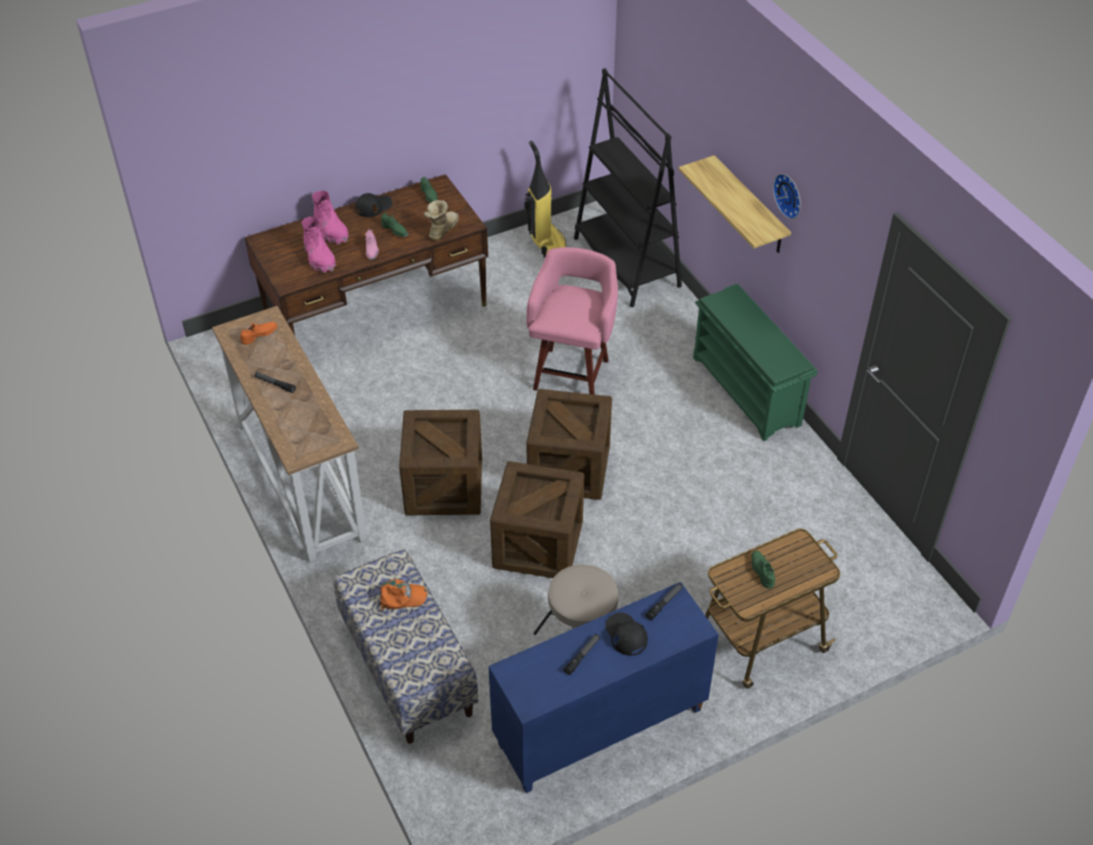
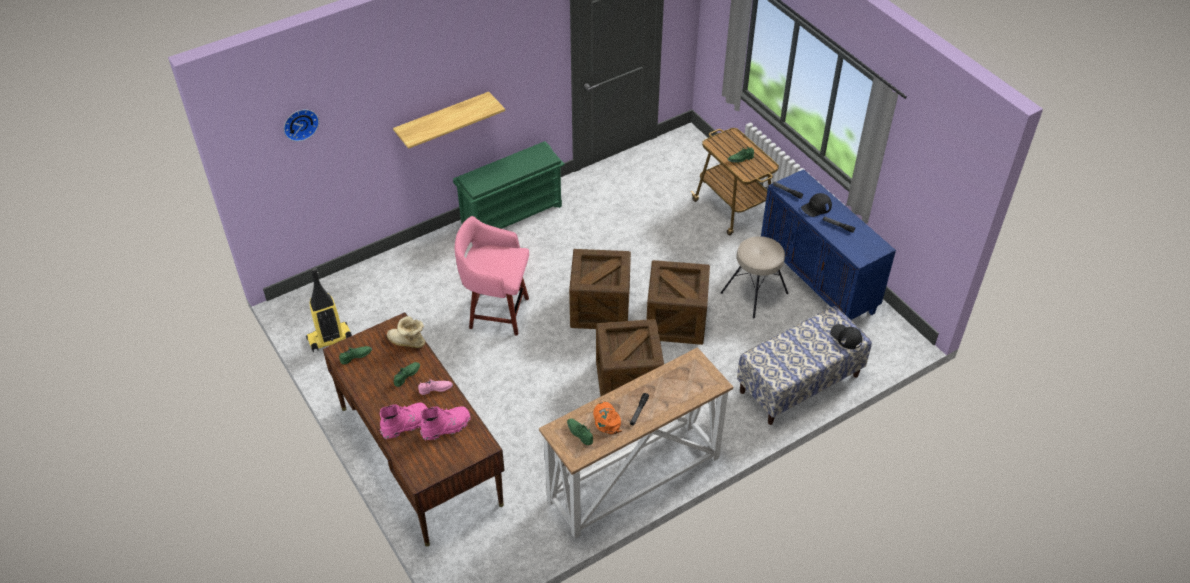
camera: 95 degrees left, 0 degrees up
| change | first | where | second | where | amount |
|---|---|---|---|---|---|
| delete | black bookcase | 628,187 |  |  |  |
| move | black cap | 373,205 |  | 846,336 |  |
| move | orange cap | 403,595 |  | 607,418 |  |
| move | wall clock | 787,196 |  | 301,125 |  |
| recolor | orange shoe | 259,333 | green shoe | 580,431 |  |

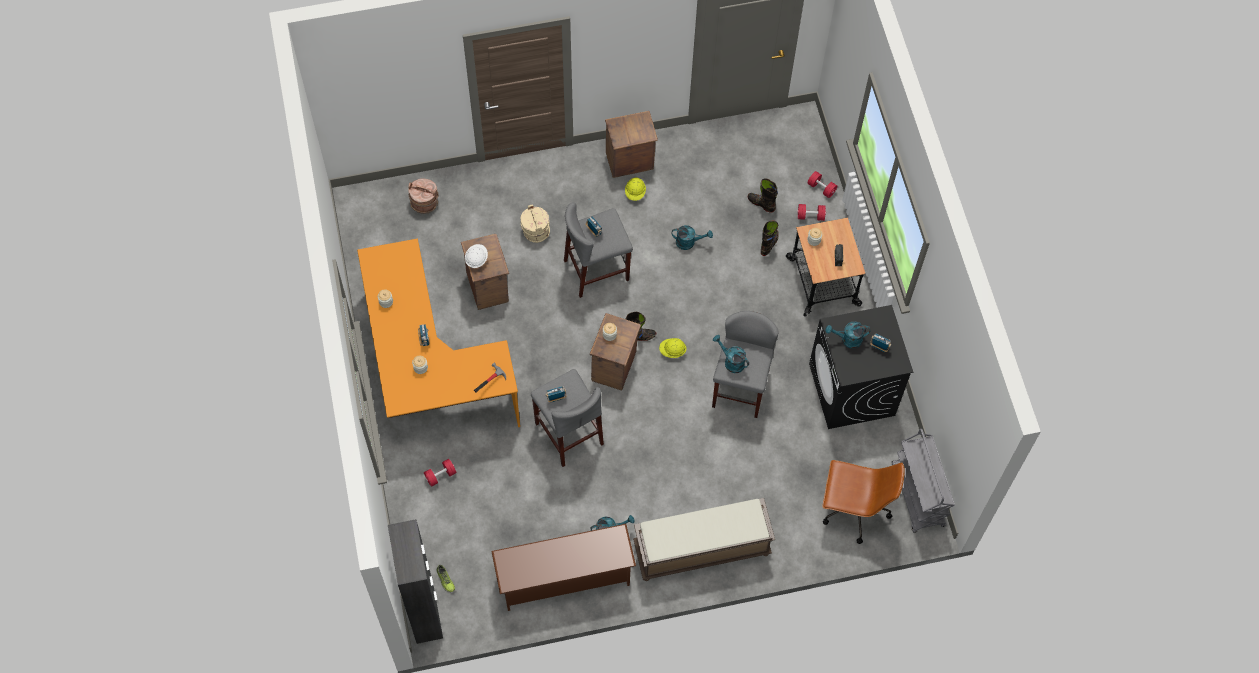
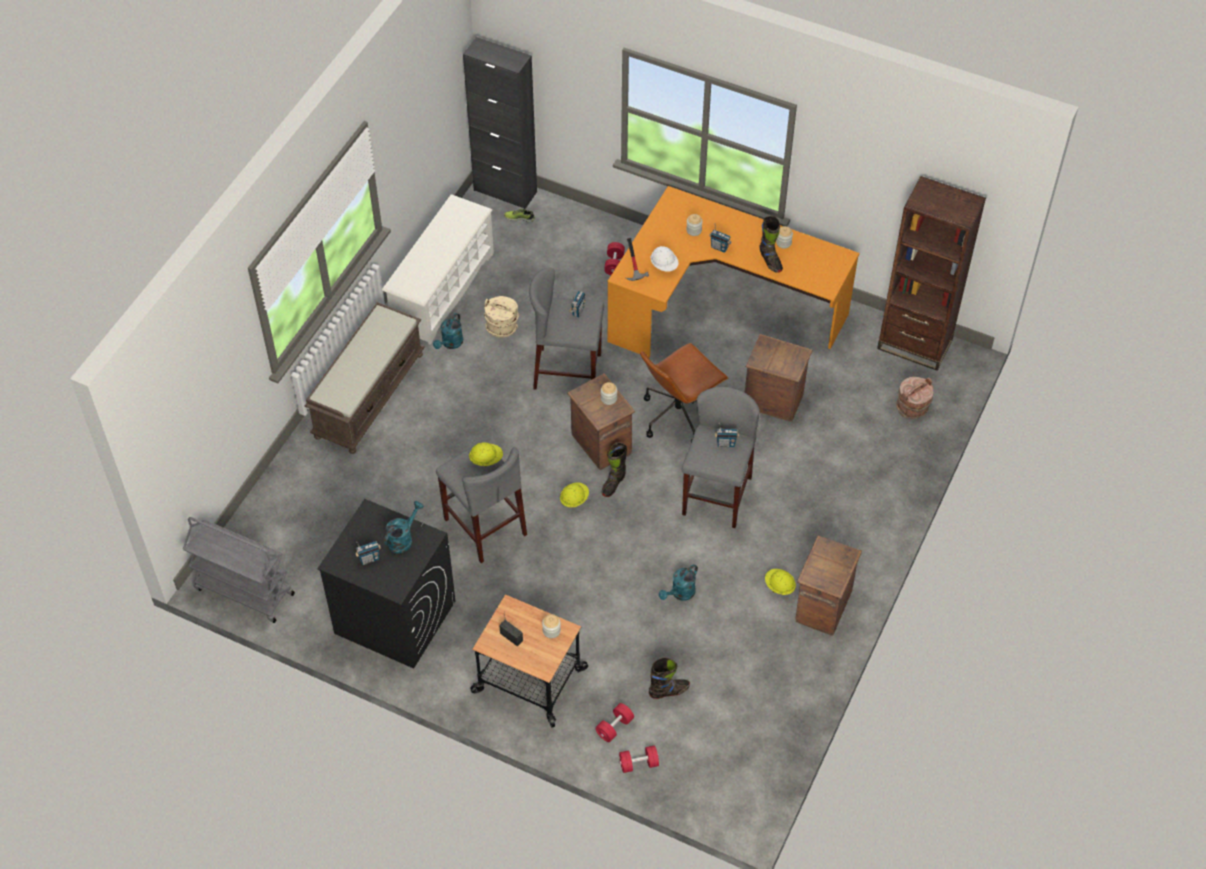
camera: 130 degrees right, 10 degrees down
| change | first | where | second | where | amount |
|---|---|---|---|---|---|
| insert |  |  | brown bookcase | 931,273 |  |
| move | white hard hat | 476,256 |  | 665,259 |  |
| move | beige bucket | 535,224 |  | 501,317 |  |
| move | black boot | 770,238 |  | 771,244 |  |
| move | brown office chair | 863,502 |  | 684,392 |  |
| replace | turquoise watering can | 731,354 | yellow hard hat | 486,454 |  |
| recolor | brown shoe rack | 563,567 | white shoe rack | 438,269 |  |

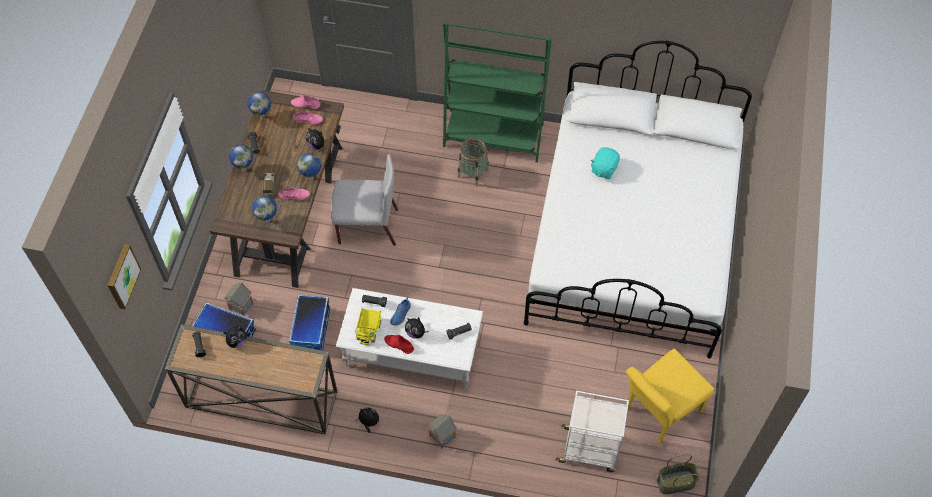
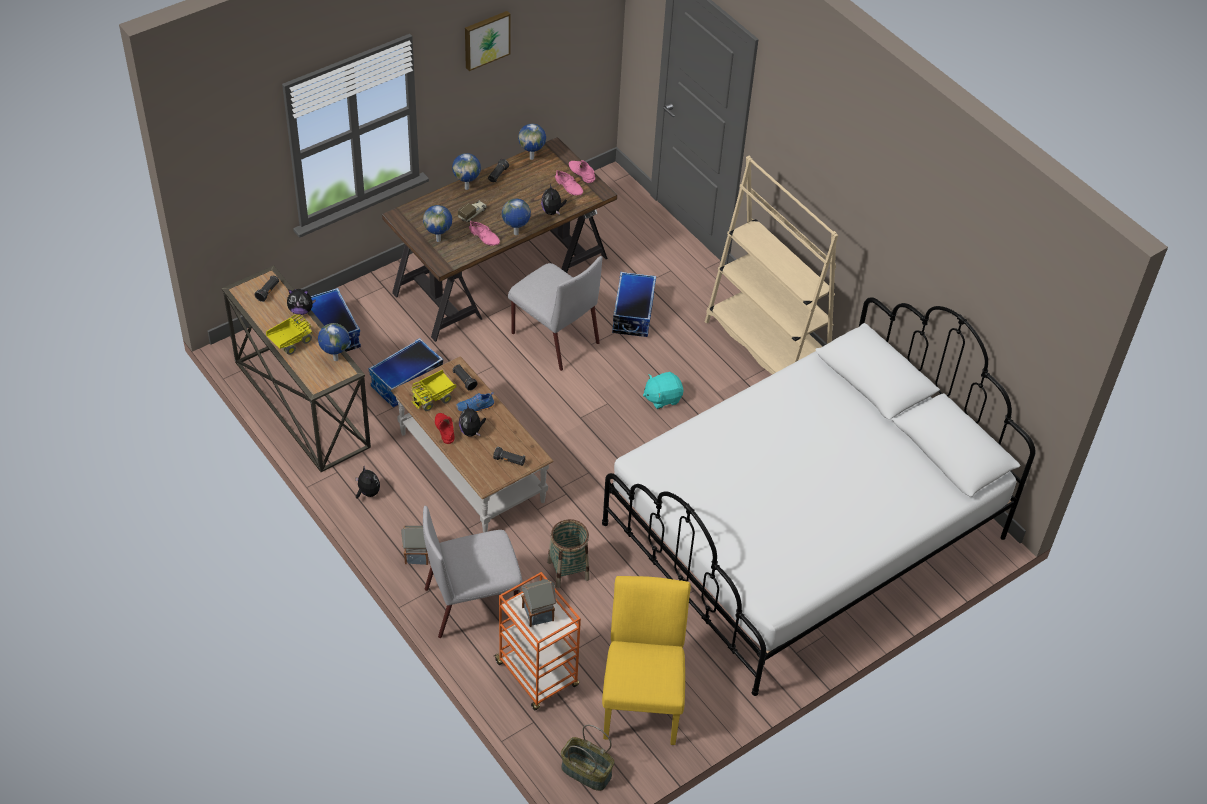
camera: 40 degrees right, 10 degrees down
| change | first | where | second | where | amount |
|---|---|---|---|---|---|
| insert |  |  | toy truck | 289,334 |  |
| insert |  |  | globe | 334,342 |  |
| insert |  |  | grey chair | 472,572 |  |
| insert |  |  | storage box | 634,304 |  |
| move | picture | 124,276 |  | 488,41 |  |
| move | toy house | 239,299 |  | 539,603 |  |
| move | basket | 473,162 |  | 568,553 |  |
| move | turquoise plush toy | 605,163 |  | 663,390 |  |
| recolor | white coffee table | 409,338 | brown coffee table | 472,444 |  |
| recolor | green bookcase | 497,92 | beige bookcase | 771,265 |  |
| recolor | white cart | 592,431 | orange cart | 537,641 |  |
| rotate | yellow chair | 670,397 |  | 646,660 | 90 degrees clockwise |

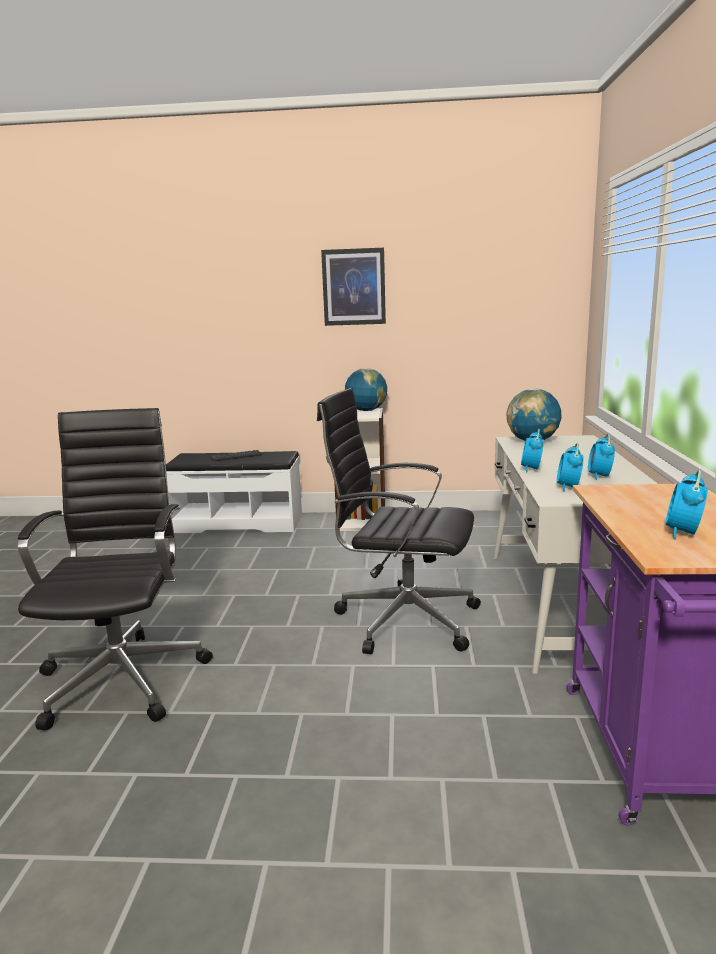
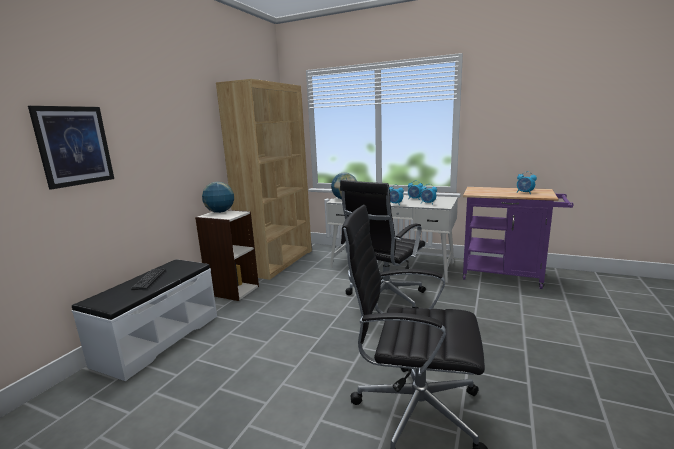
camera: 70 degrees left, 0 degrees up
| change | first | where | second | where | amount |
|---|---|---|---|---|---|
| insert |  |  | brown bookcase | 264,179 |  |
| move | picture | 353,287 |  | 71,148 |  |

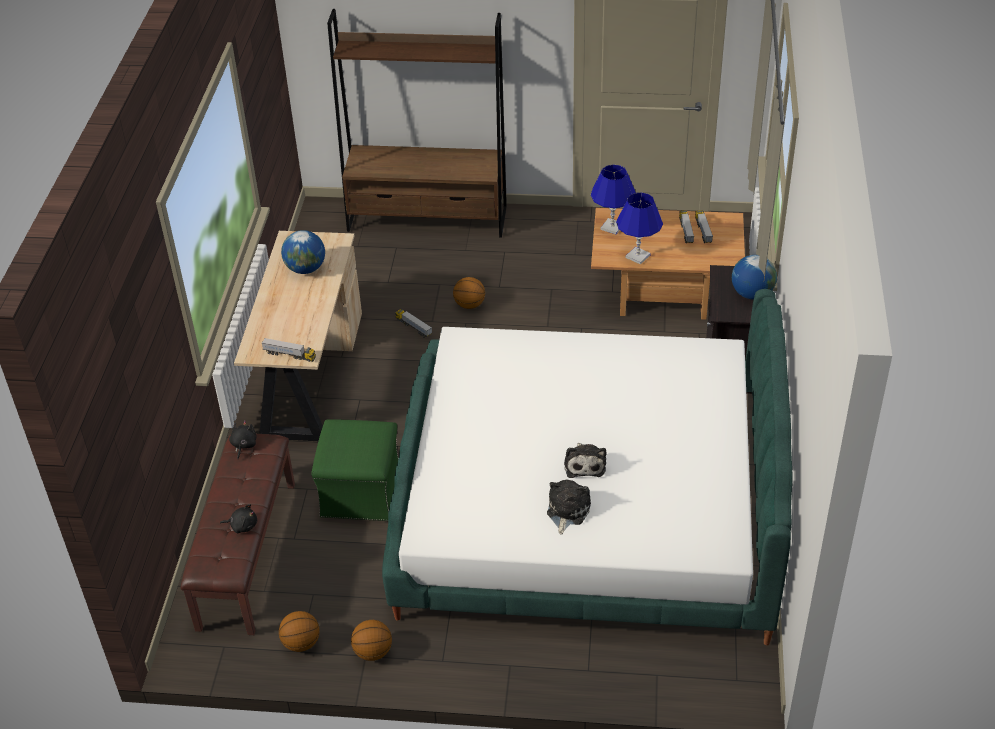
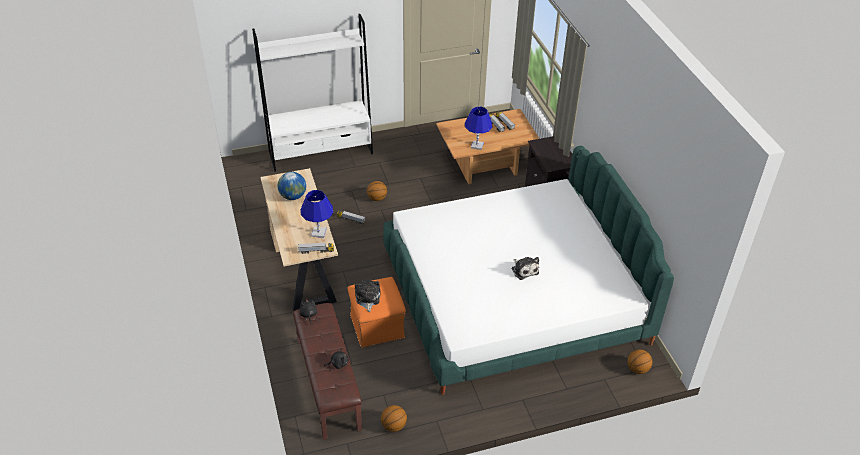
camera: 25 degrees left, 0 degrees up
| change | first | where | second | where | amount |
|---|---|---|---|---|---|
| delete | globe | 754,277 |  |  |  |
| move | basketball | 371,640 |  | 639,361 |  |
| move | plush toy | 569,507 |  | 367,296 |  |
| move | blue table lamp | 613,200 |  | 317,214 |  |
| recolor | green ottoman | 355,470 | orange ottoman | 376,312 |  |
| recolor | brown bookcase | 417,123 | white bookcase | 312,93 |  |

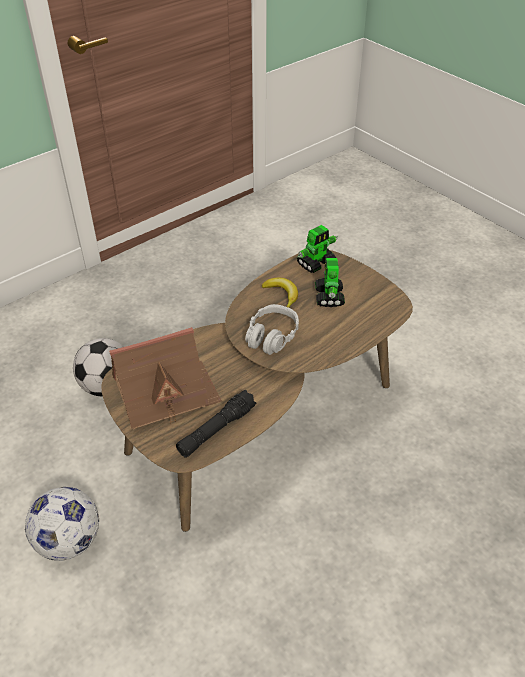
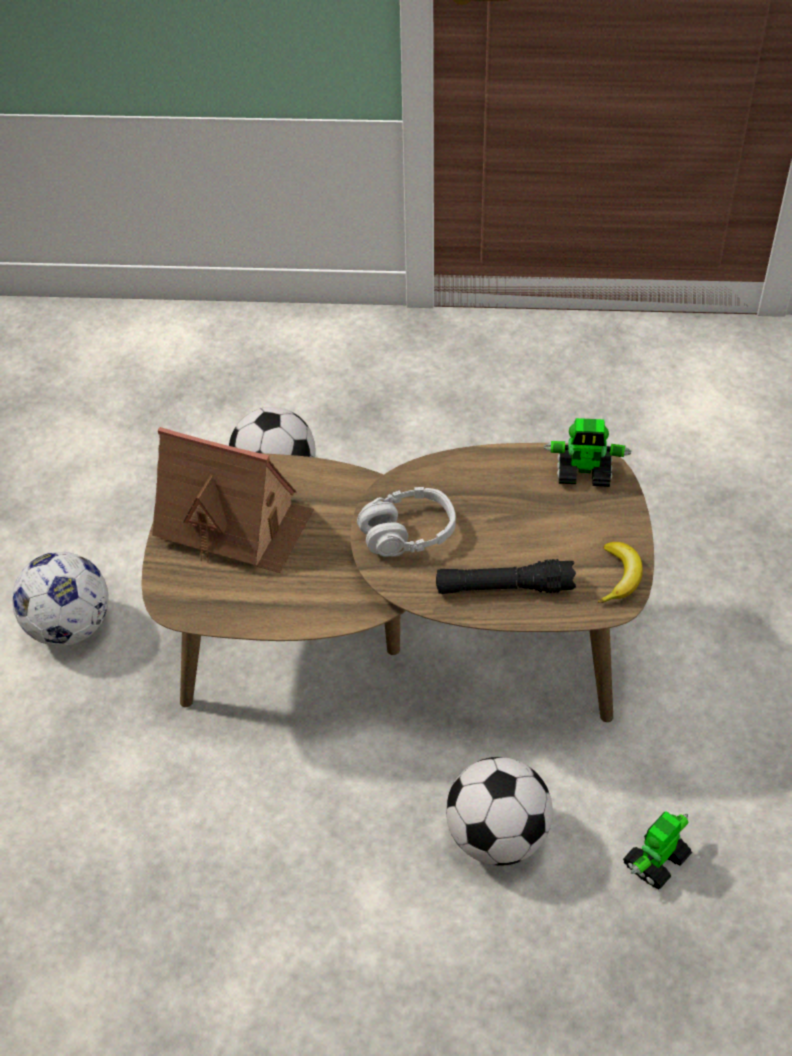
camera: 45 degrees right, 5 degrees up
| change | first | where | second | where | amount |
|---|---|---|---|---|---|
| insert |  |  | football | 499,811 |  |
| move | black flashlight | 216,424 |  | 506,576 |  |
| move | banana | 280,293 |  | 620,572 |  |
| move | toy robot | 330,282 |  | 657,850 |  |

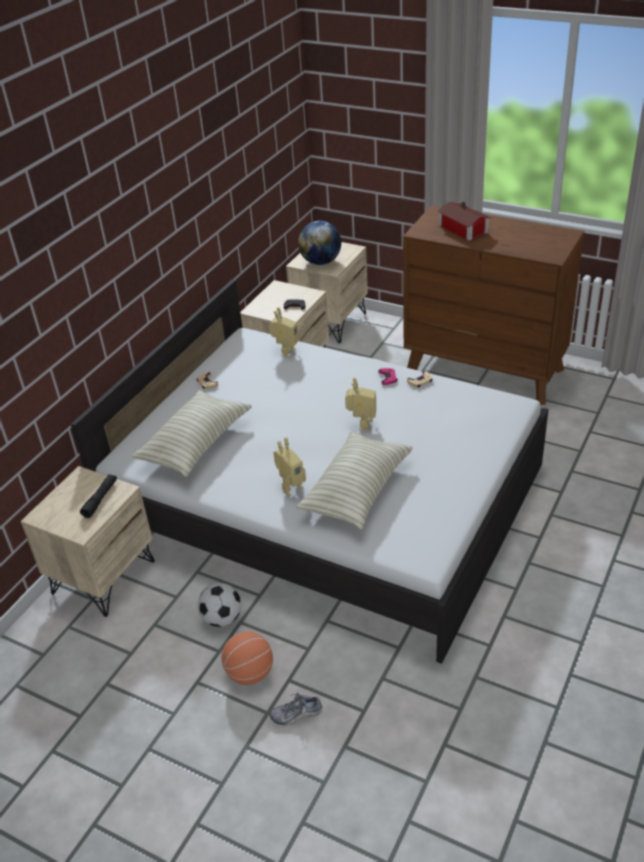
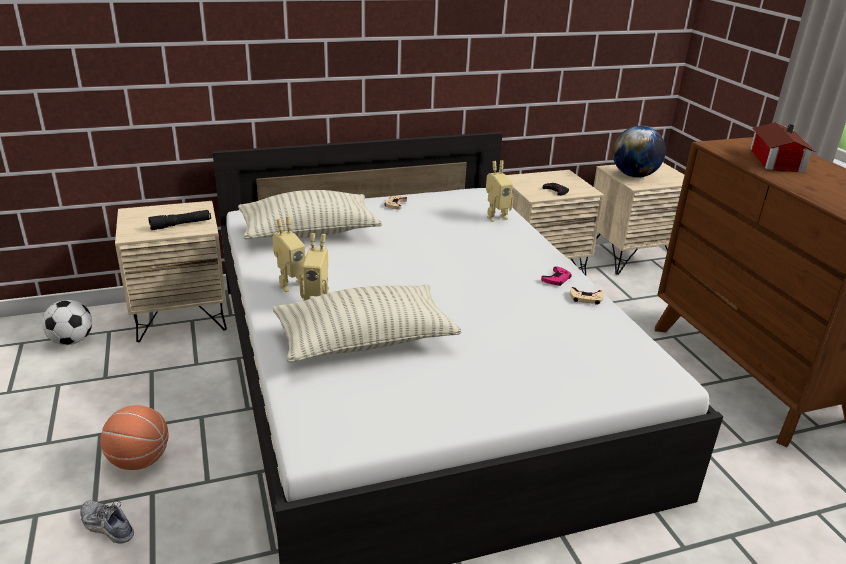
camera: 40 degrees right, 10 degrees down
| change | first | where | second | where | amount |
|---|---|---|---|---|---|
| move | football | 219,605 |  | 67,322 |  |
| move | toy robot | 360,403 |  | 289,254 |  |

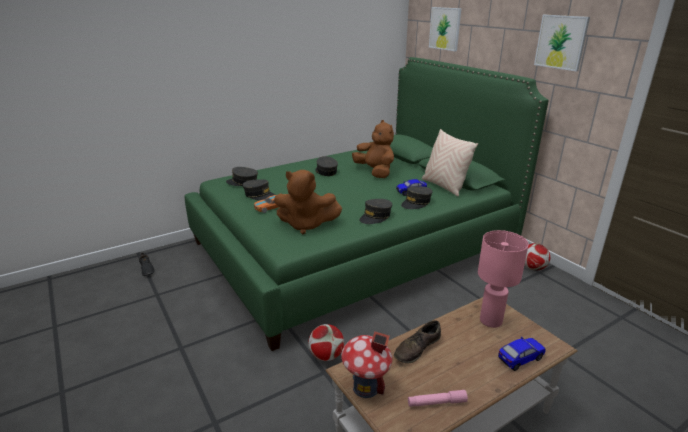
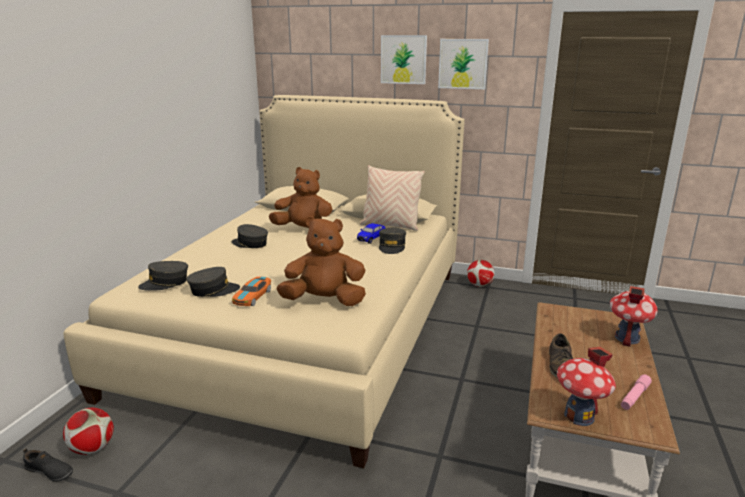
camera: 40 degrees left, 5 degrees down
| change | first | where | second | where | amount |
|---|---|---|---|---|---|
| delete | grey cap | 375,211 |  |  |  |
| delete | pink table lamp | 503,279 |  |  |  |
| move | football | 326,342 |  | 88,431 |  |
| move | picture | 445,29 |  | 404,59 |  |
| replace | toy car | 522,354 | toy house | 634,316 |  |
| recolor | green bed | 366,204 | beige bed | 264,281 |  |
| rotate | brown plush toy | 308,202 |  | 321,261 | 150 degrees counterclockwise |

